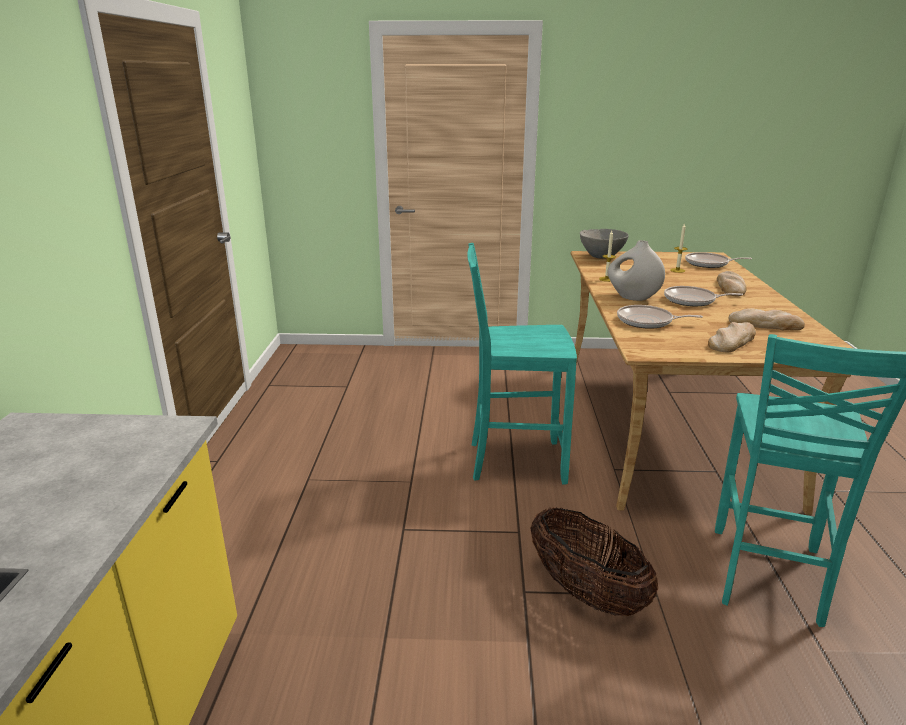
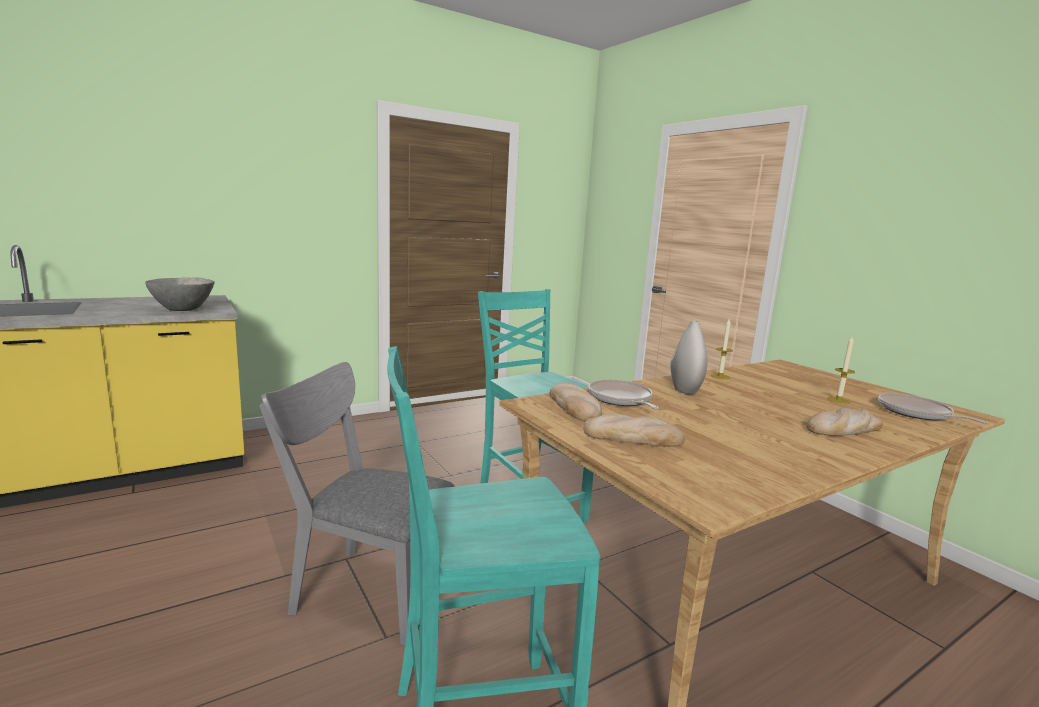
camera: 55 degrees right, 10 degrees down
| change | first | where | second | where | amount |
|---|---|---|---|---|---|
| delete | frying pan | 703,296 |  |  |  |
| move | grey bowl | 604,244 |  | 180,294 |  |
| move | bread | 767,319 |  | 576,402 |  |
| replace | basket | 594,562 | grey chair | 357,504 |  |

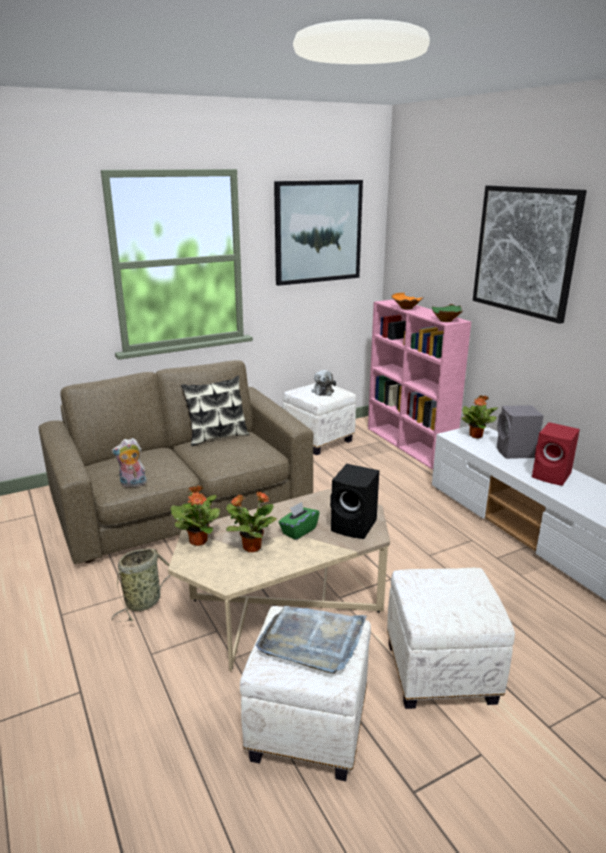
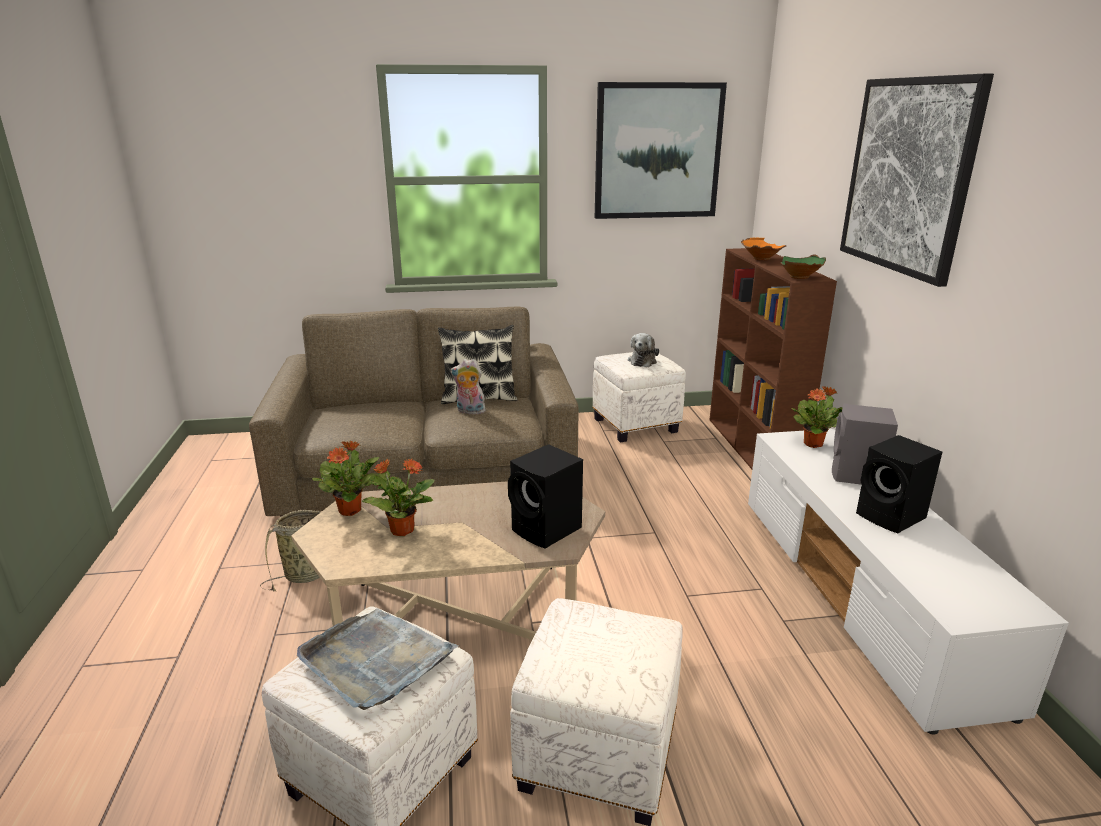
camera: 20 degrees right, 0 degrees up
| change | first | where | second | where | amount |
|---|---|---|---|---|---|
| delete | green tissue box | 299,521 |  |  |  |
| move | plush toy | 129,462 |  | 468,386 |  |
| recolor | pink bookcase | 419,384 | brown bookcase | 773,358 |  |
| recolor | red speaker | 556,454 | black speaker | 899,484 |  |

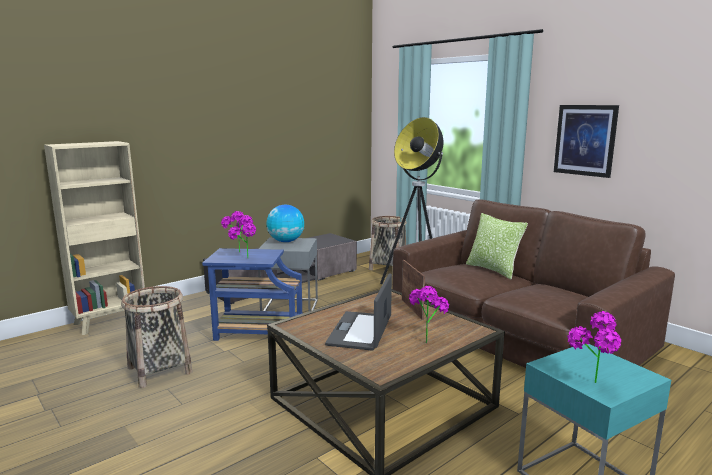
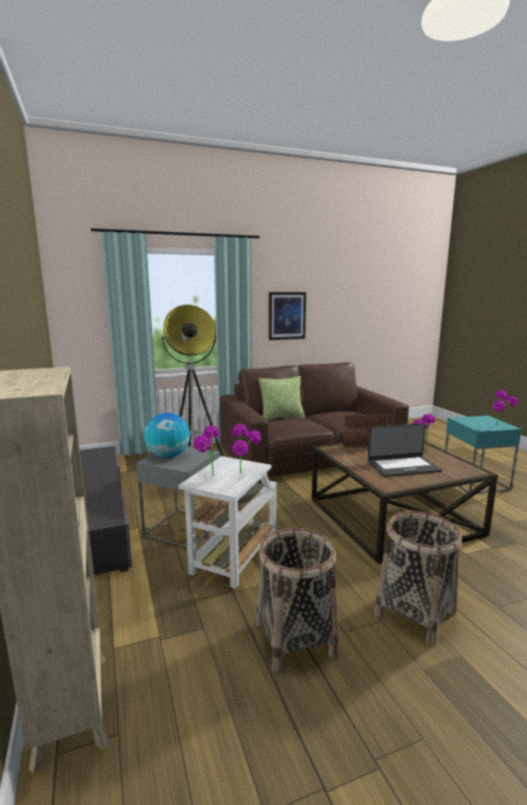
camera: 70 degrees left, 0 degrees up
| change | first | where | second | where | amount |
|---|---|---|---|---|---|
| move | basket | 388,243 |  | 418,578 |  |
| recolor | blue side table | 252,294 | white side table | 227,522 |  |
| rotate | laptop | 358,312 |  | 405,450 | 45 degrees counterclockwise |

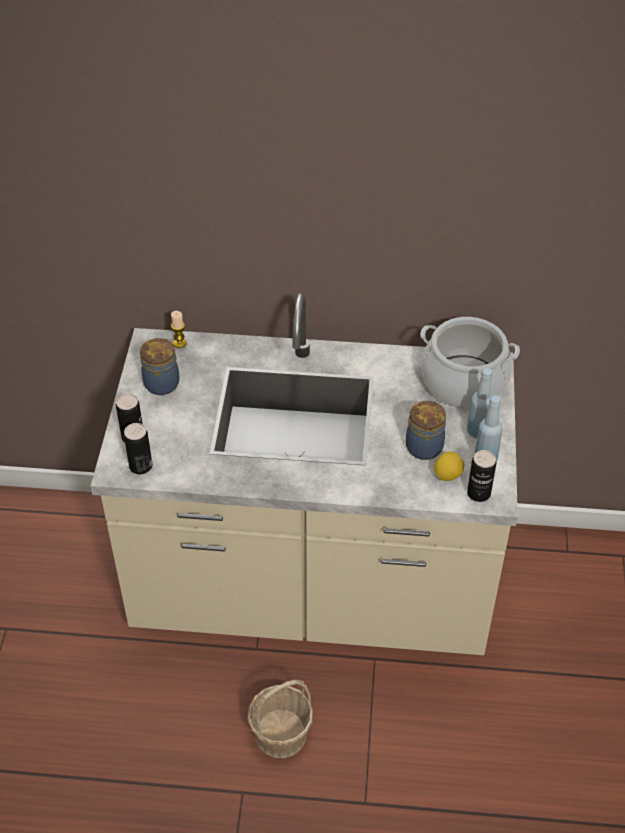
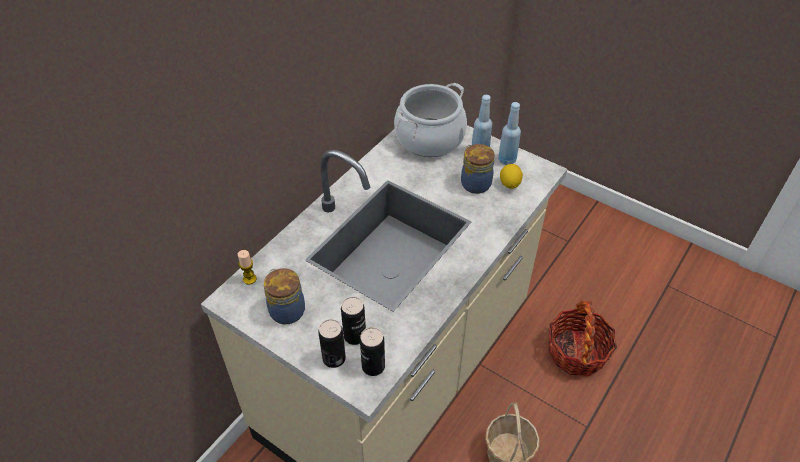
camera: 60 degrees left, 0 degrees up
| change | first | where | second | where | amount |
|---|---|---|---|---|---|
| insert |  |  | basket | 582,338 |  |
| move | can | 481,476 |  | 353,321 |  |

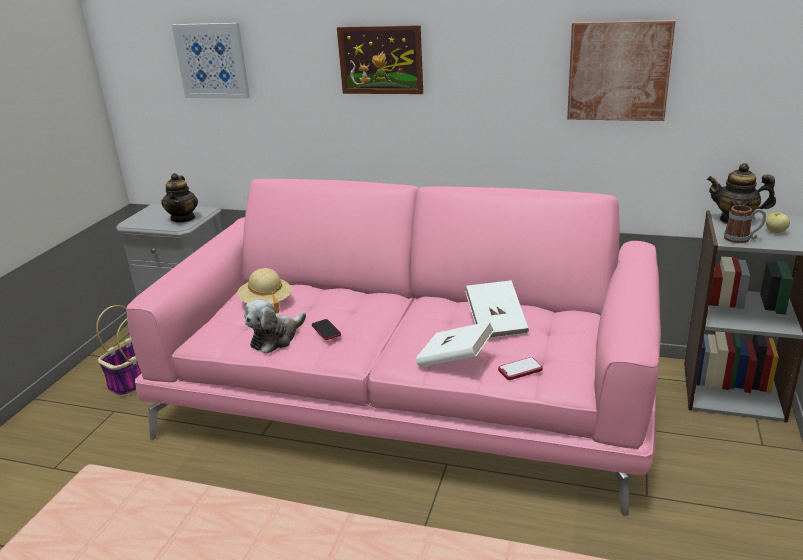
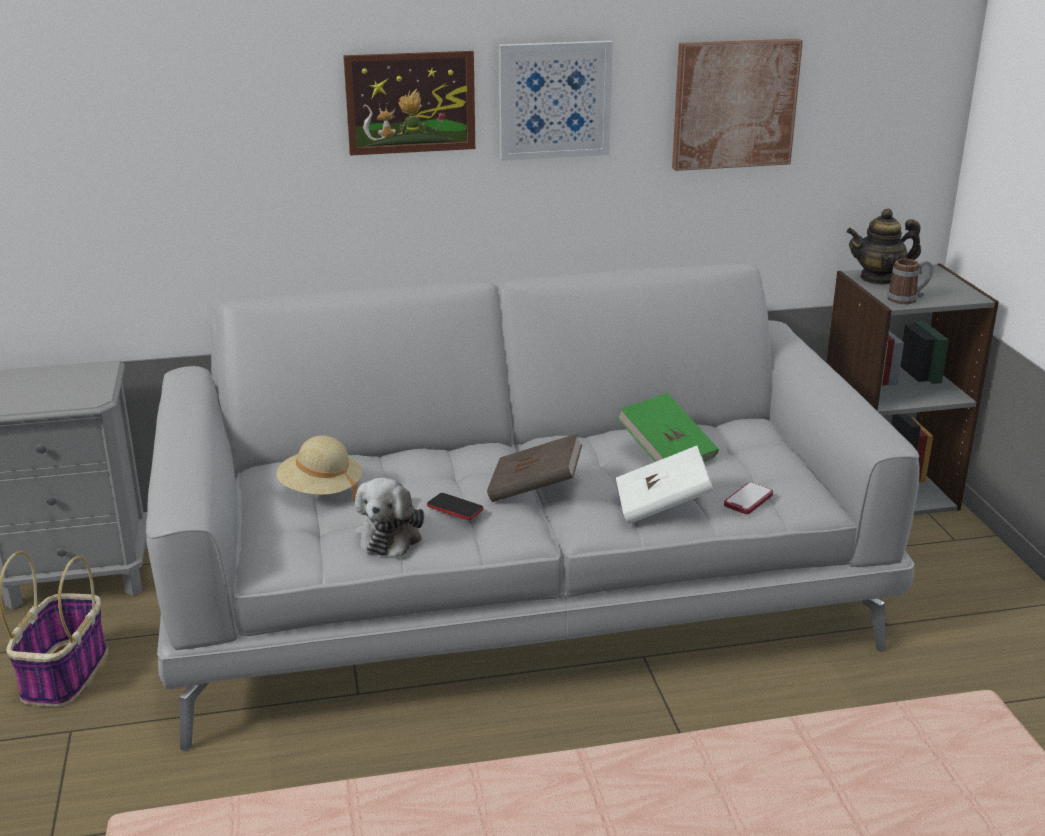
camera: 30 degrees left, 0 degrees up
| change | first | where | second | where | amount |
|---|---|---|---|---|---|
| delete | teapot | 179,198 |  |  |  |
| delete | apple | 778,222 |  |  |  |
| insert |  |  | brown book | 534,468 |  |
| move | picture | 211,61 |  | 556,101 |  |
| recolor | pink sofa | 393,347 | grey sofa | 533,507 |  |
| recolor | white book | 497,309 | green book | 668,427 |  |

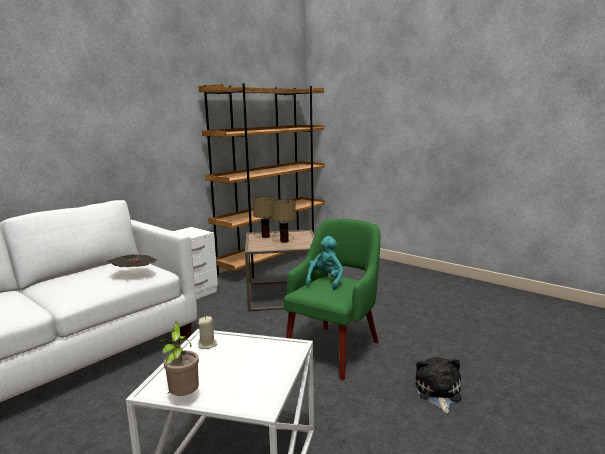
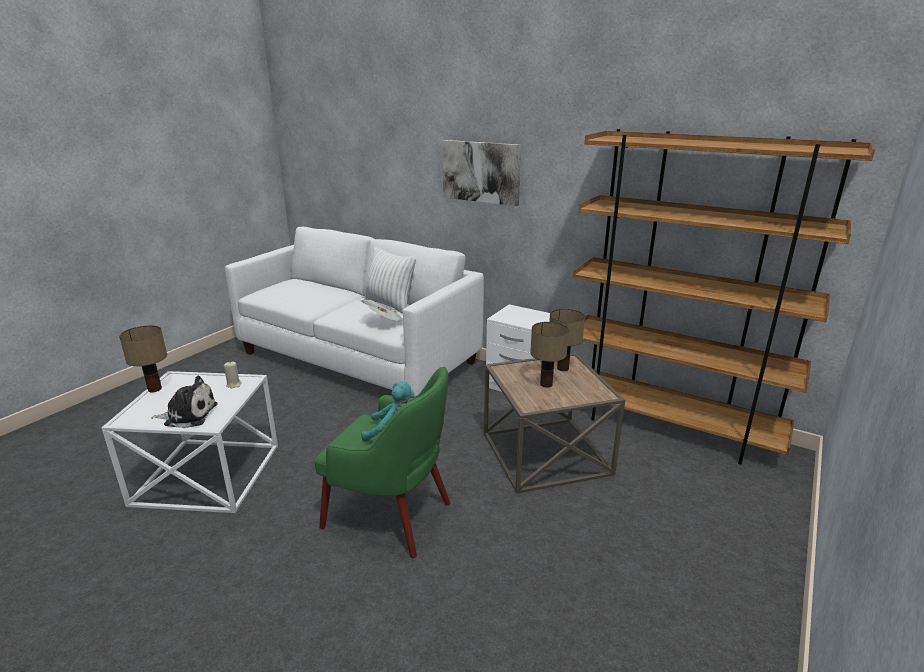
camera: 80 degrees right, 10 degrees up
| change | first | where | second | where | amount |
|---|---|---|---|---|---|
| insert |  |  | white pillow | 390,280 |  |
| insert |  |  | picture | 482,173 |  |
| move | plush toy | 438,385 |  | 184,402 |  |
| replace | potted plant | 178,359 | table lamp | 143,358 |  |

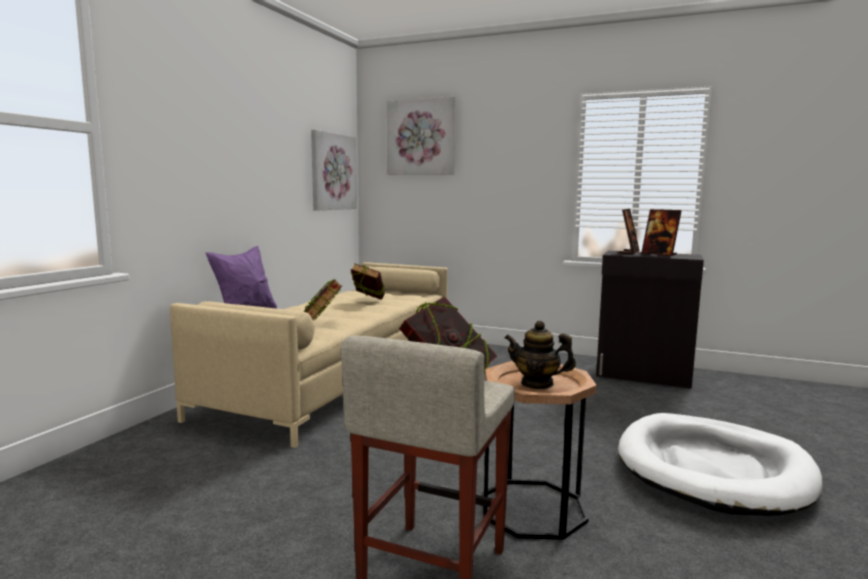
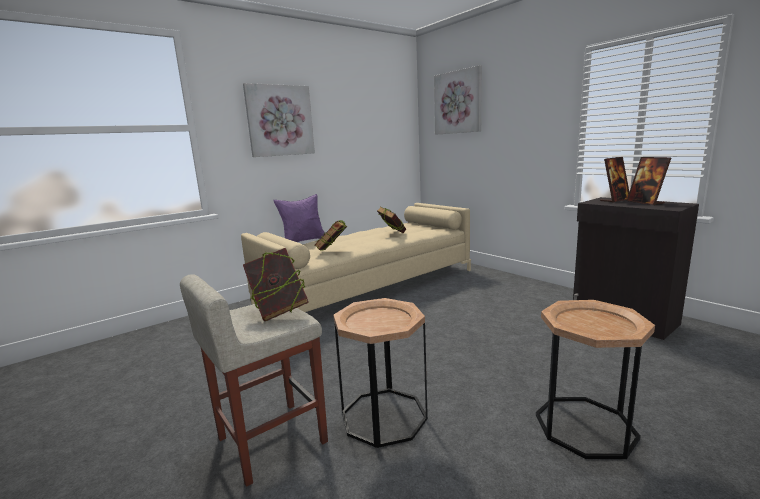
camera: 30 degrees right, 5 degrees up
| change | first | where | second | where | amount |
|---|---|---|---|---|---|
| delete | teapot | 540,355 |  |  |  |
| move | picture | 334,170 |  | 279,120 |  |
| replace | white dog bed | 720,464 | brown side table | 595,379 |  |

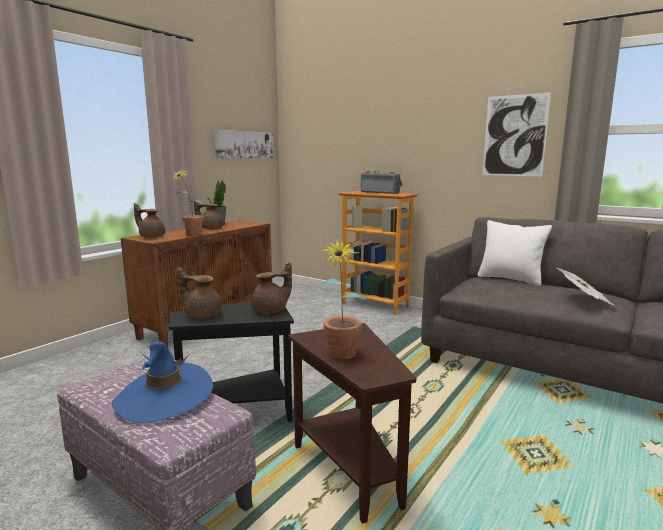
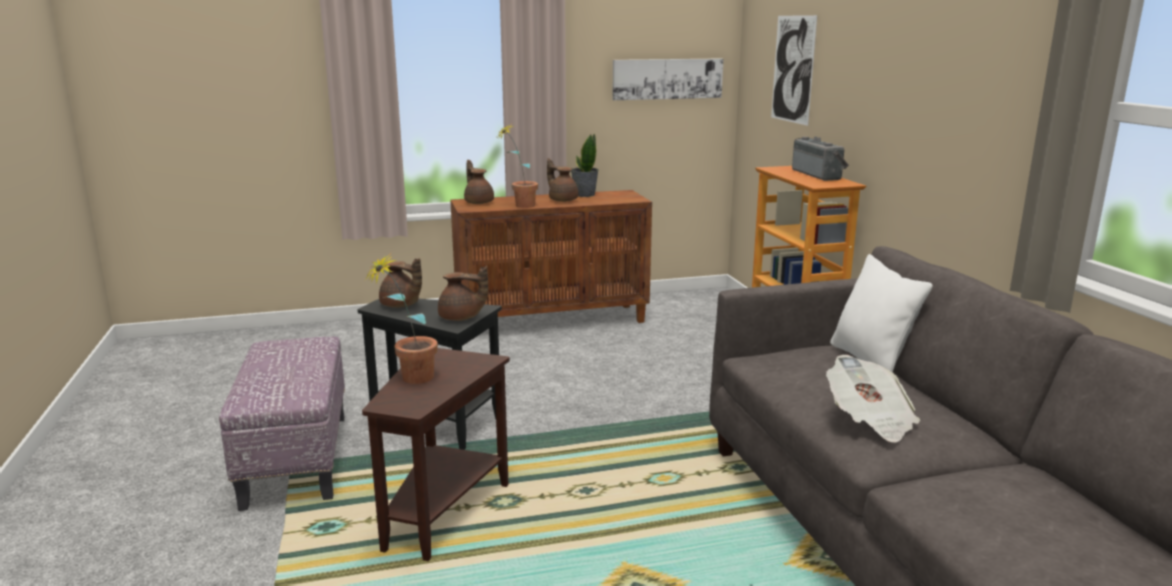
camera: 40 degrees right, 5 degrees up
| change | first | where | second | where | amount |
|---|---|---|---|---|---|
| delete | blue hat | 162,382 |  |  |  |
| move | picture | 517,134 |  | 794,70 |  |
| rotate | brown teapot | 200,293 |  | 400,283 | 150 degrees clockwise |

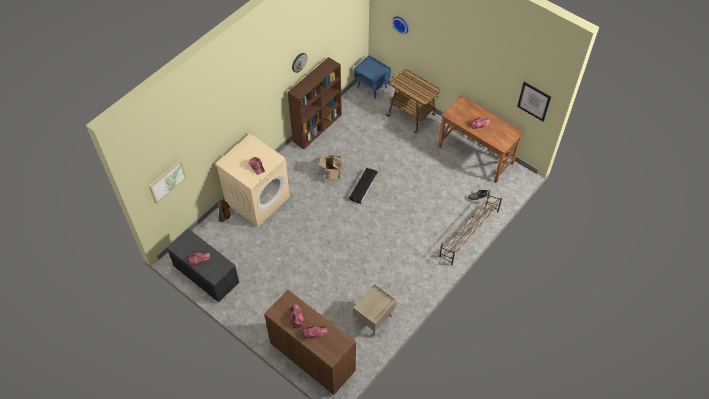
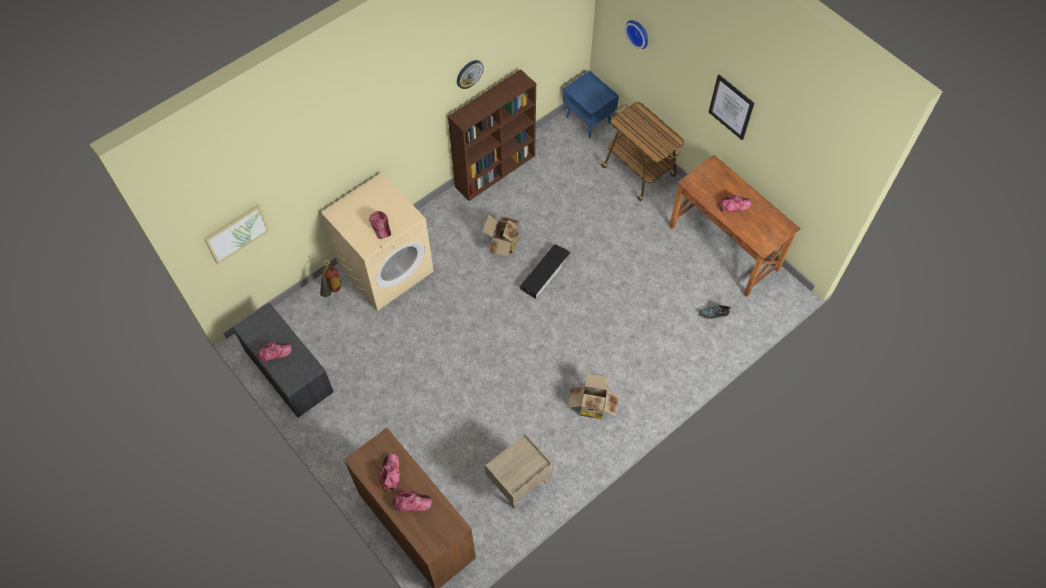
camera: 10 degrees right, 5 degrees up
| change | first | where | second | where | amount |
|---|---|---|---|---|---|
| delete | brown shoe rack | 470,227 |  |  |  |
| insert |  |  | cardboard box | 593,396 |  |
| move | picture | 534,102 |  | 731,107 |  |

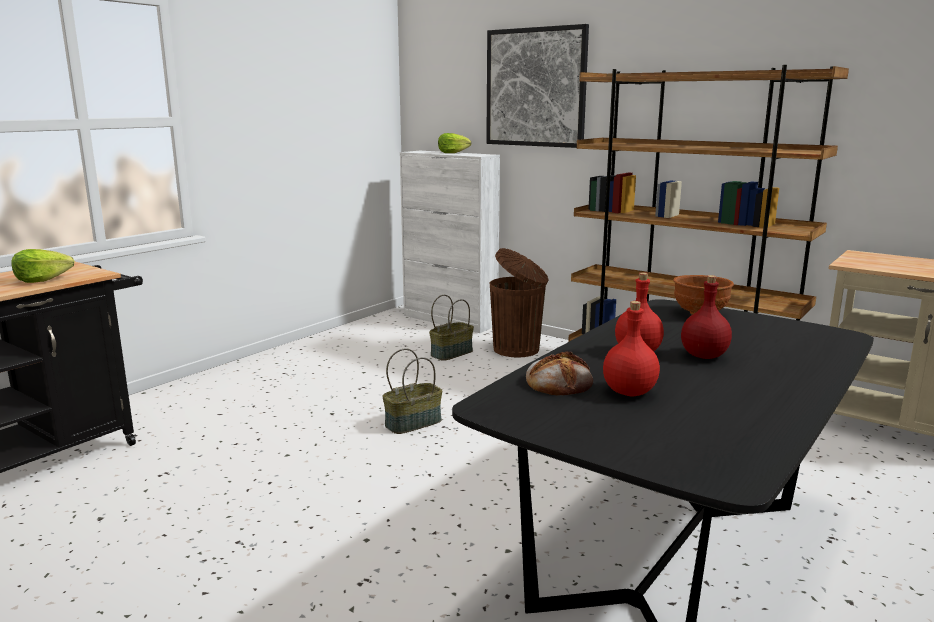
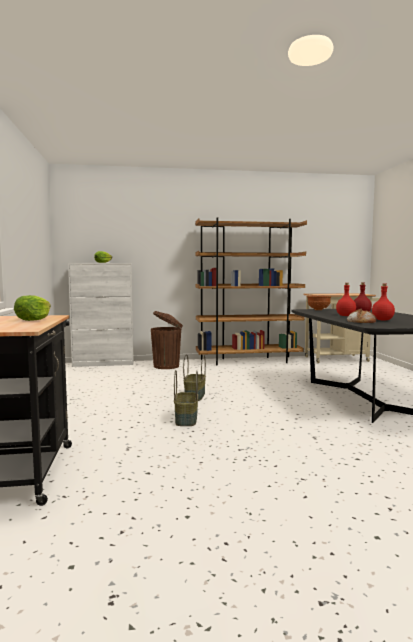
camera: 45 degrees left, 10 degrees down
| change | first | where | second | where | amount |
|---|---|---|---|---|---|
| delete | picture | 537,86 |  |  |  |
| move | basket | 451,328 |  | 186,398 |  |

